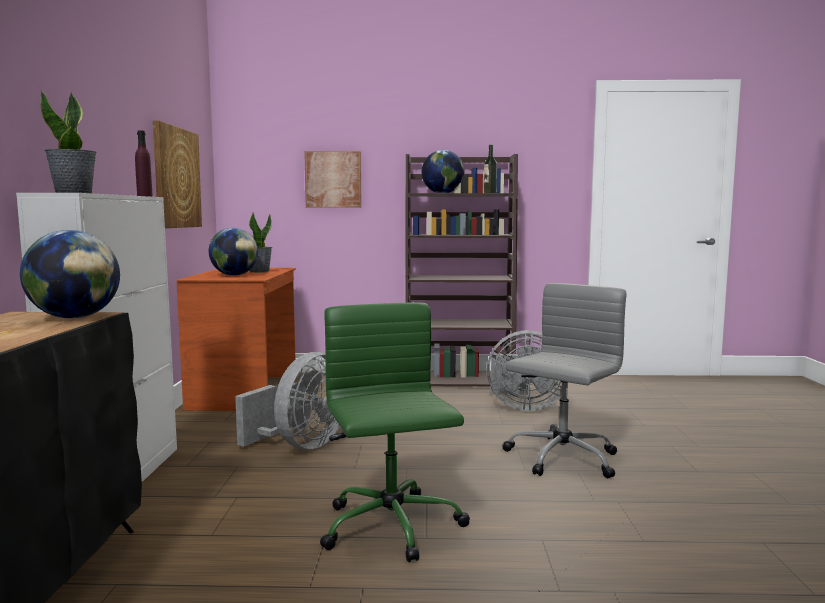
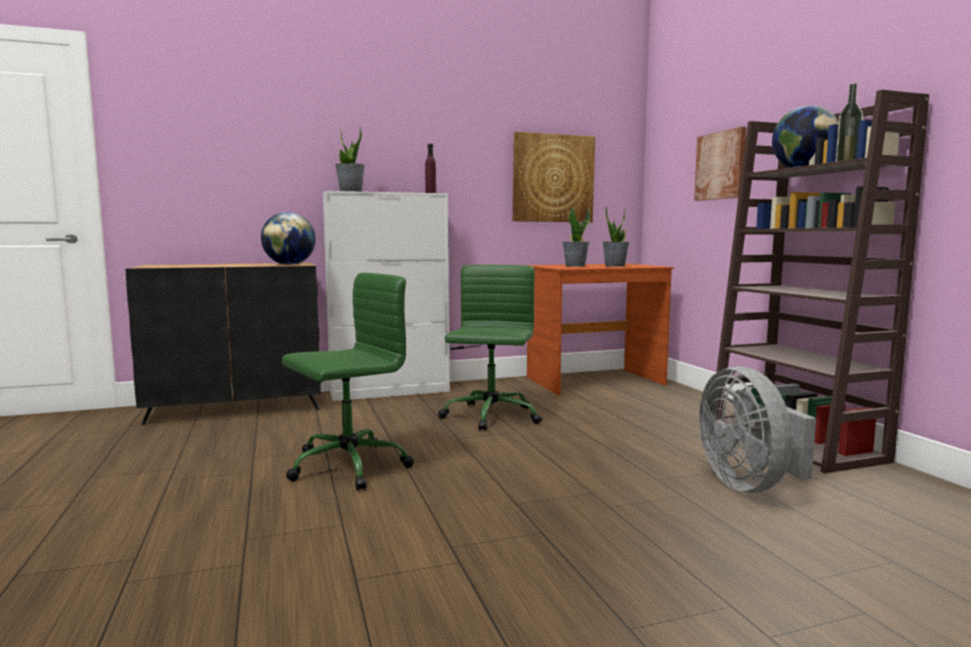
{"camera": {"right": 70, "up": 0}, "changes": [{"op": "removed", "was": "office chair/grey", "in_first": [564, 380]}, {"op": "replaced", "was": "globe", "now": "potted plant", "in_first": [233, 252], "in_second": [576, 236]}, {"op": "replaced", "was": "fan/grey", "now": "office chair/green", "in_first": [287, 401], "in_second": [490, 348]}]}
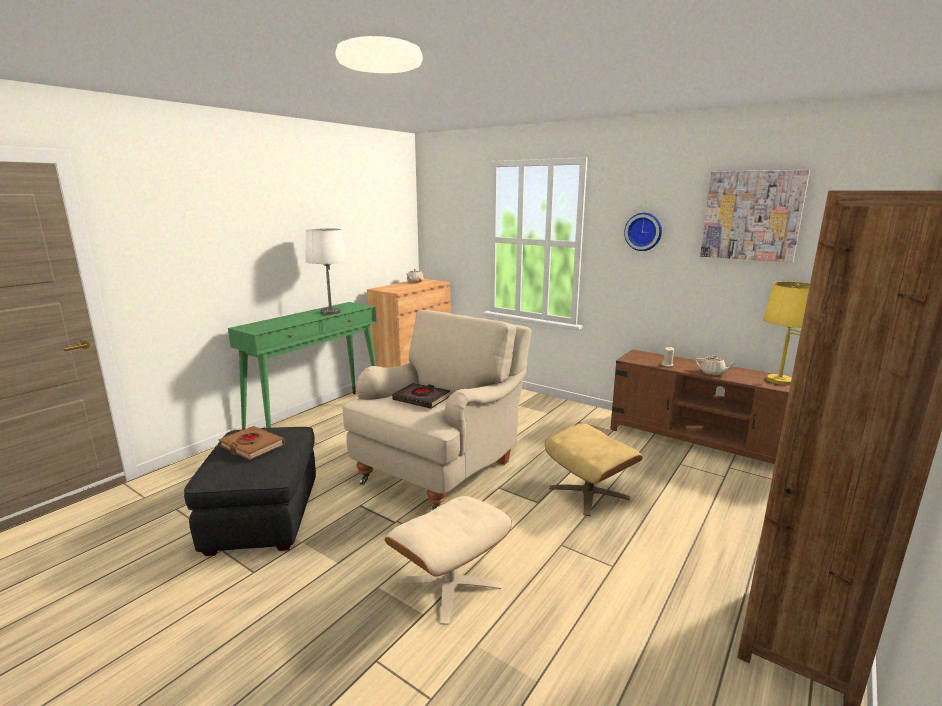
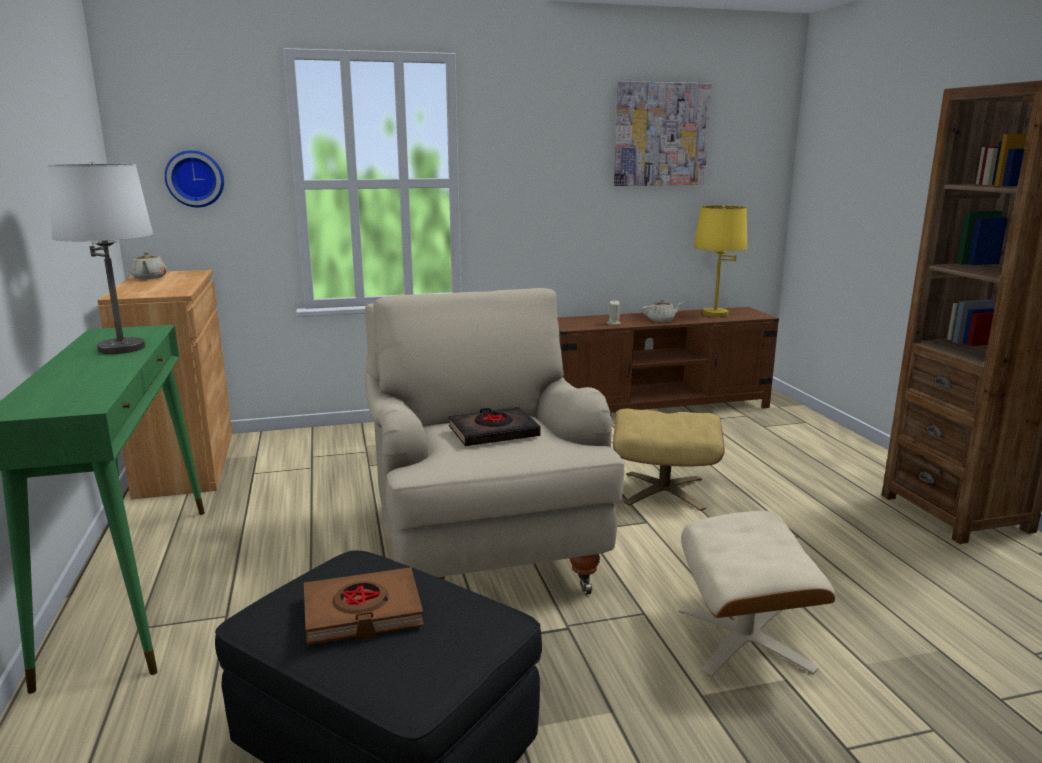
{"camera": {"right": -50, "up": 0}, "changes": [{"op": "moved", "was": "wall clock", "in_first": [643, 232], "in_second": [194, 178]}]}
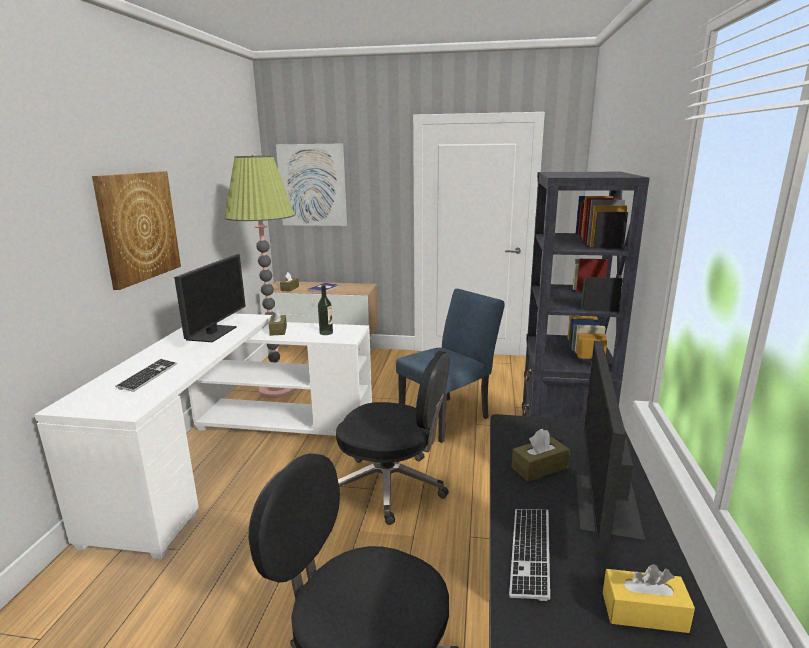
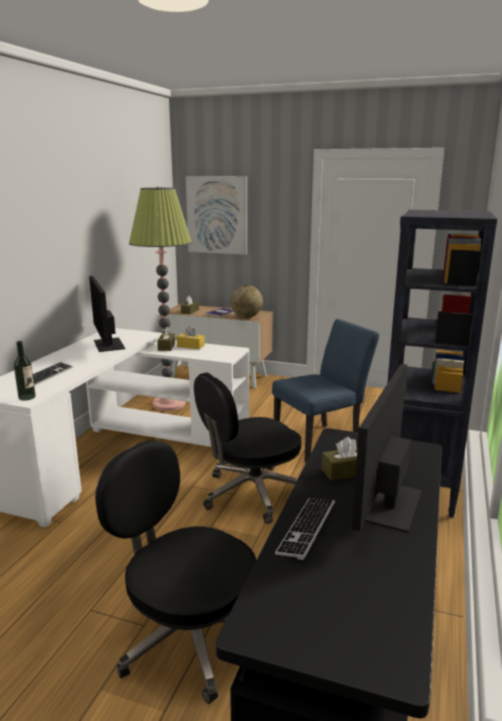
{"camera": {"right": 10, "up": 0}, "changes": [{"op": "removed", "was": "picture", "in_first": [136, 230]}, {"op": "added", "now": "globe", "in_second": [246, 301]}, {"op": "moved", "was": "bottle", "in_first": [325, 310], "in_second": [25, 371]}, {"op": "moved", "was": "tissue box/yellow", "in_first": [649, 598], "in_second": [191, 337]}, {"op": "turned", "was": "monitor", "in_first": [210, 298], "in_second": [107, 314], "clockwise": 135}, {"op": "turned", "was": "office chair/black", "in_first": [392, 438], "in_second": [247, 448], "clockwise": 120}]}
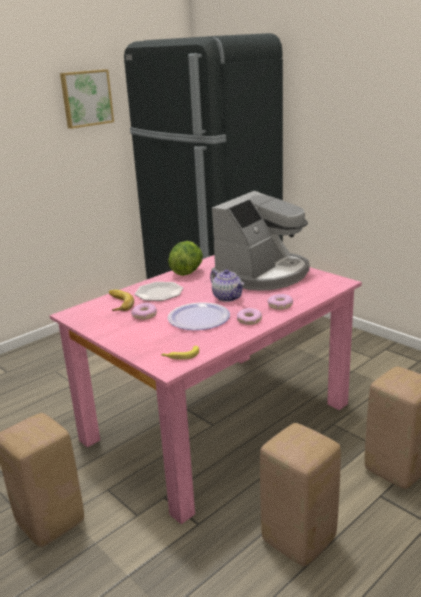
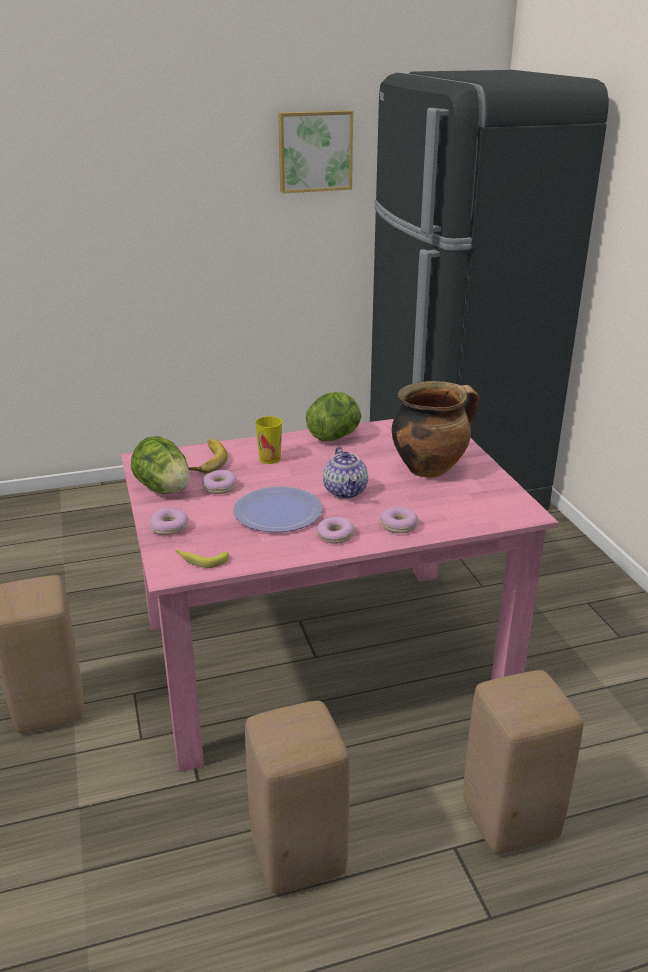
{"camera": {"right": 25, "up": 5}, "changes": [{"op": "added", "now": "lettuce", "in_second": [160, 465]}, {"op": "added", "now": "donut", "in_second": [169, 521]}, {"op": "replaced", "was": "plate", "now": "cup", "in_first": [159, 291], "in_second": [268, 440]}, {"op": "replaced", "was": "coffee machine", "now": "cooking pot", "in_first": [260, 241], "in_second": [435, 429]}]}
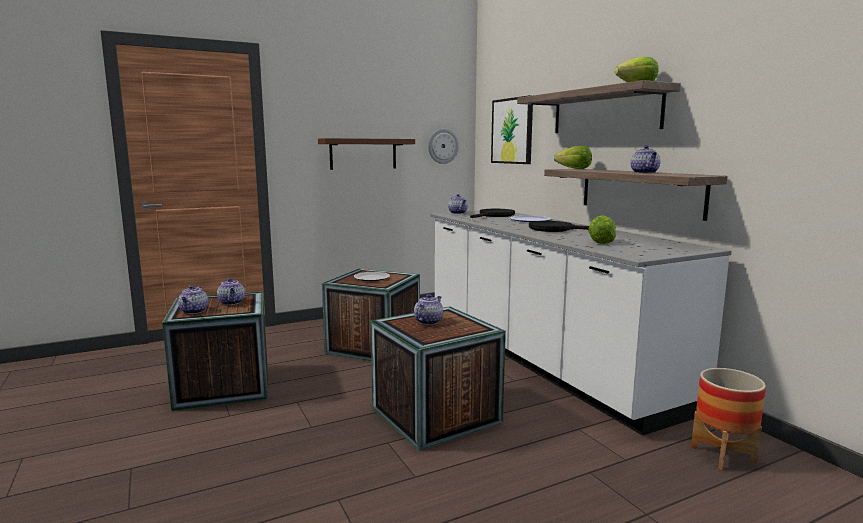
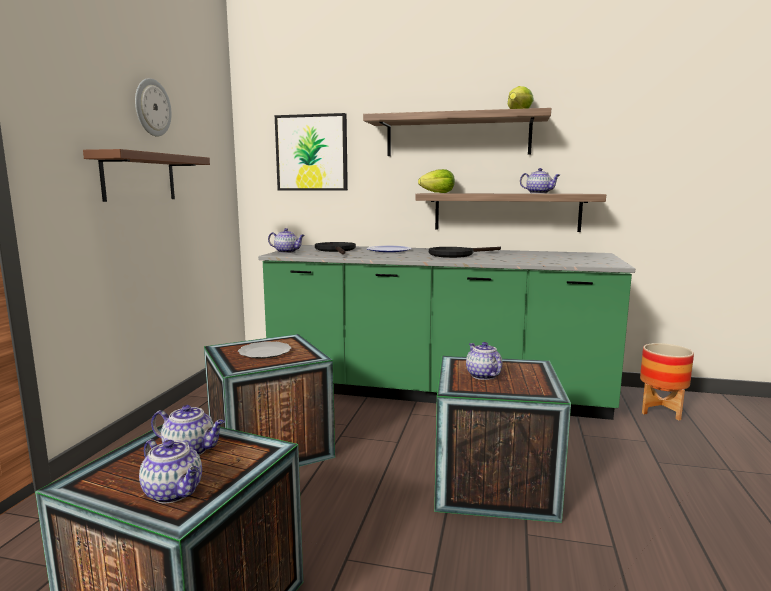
{"camera": {"right": -50, "up": 0}, "changes": [{"op": "removed", "was": "lettuce", "in_first": [602, 229]}, {"op": "moved", "was": "wall clock", "in_first": [443, 146], "in_second": [153, 107]}, {"op": "recoloured", "was": "counter/white", "now": "counter/green", "in_first": [581, 323], "in_second": [446, 332]}]}
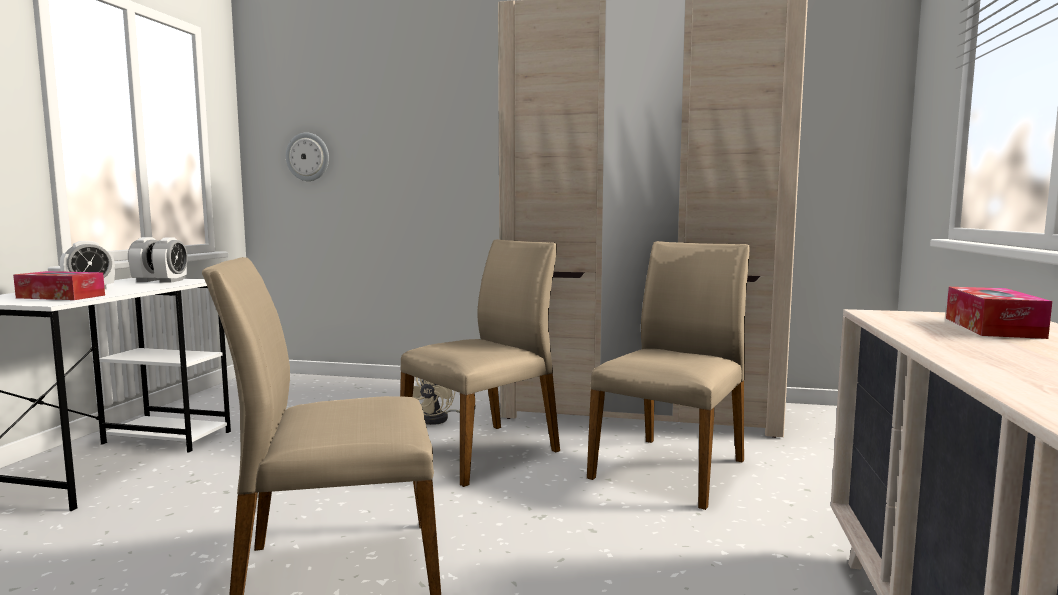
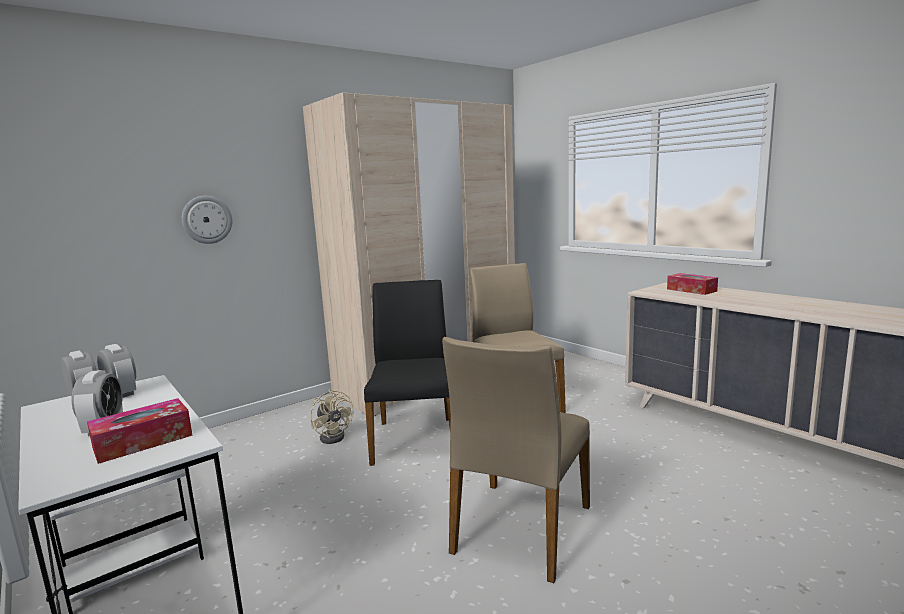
{"camera": {"right": -50, "up": 5}, "changes": [{"op": "moved", "was": "wall clock", "in_first": [307, 156], "in_second": [207, 220]}, {"op": "recoloured", "was": "chair/beige", "now": "chair/black", "in_first": [480, 363], "in_second": [407, 373]}]}
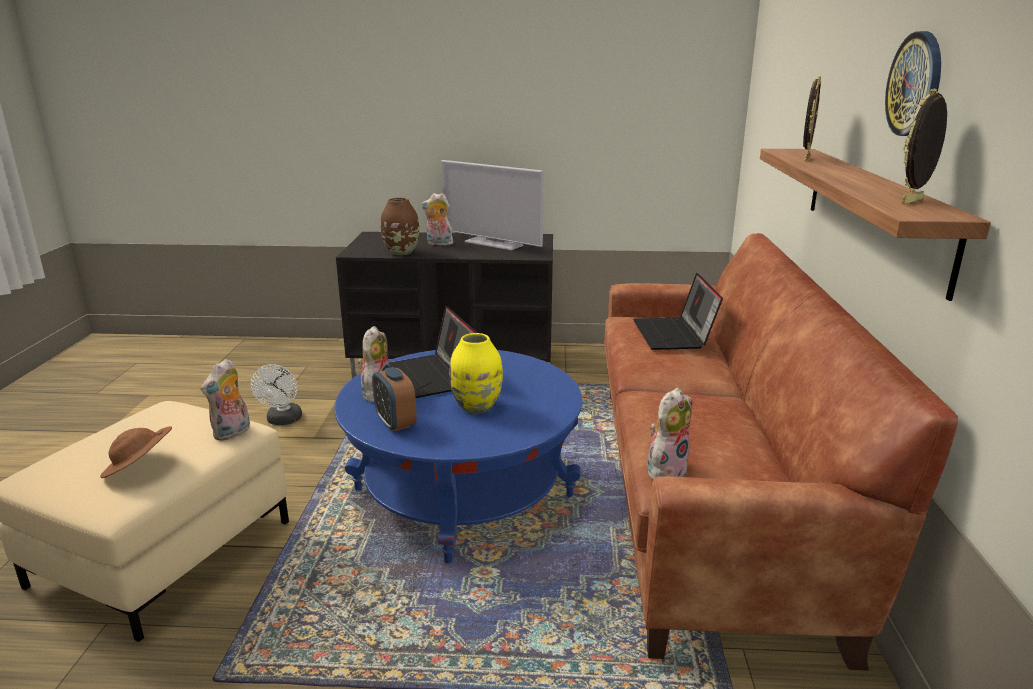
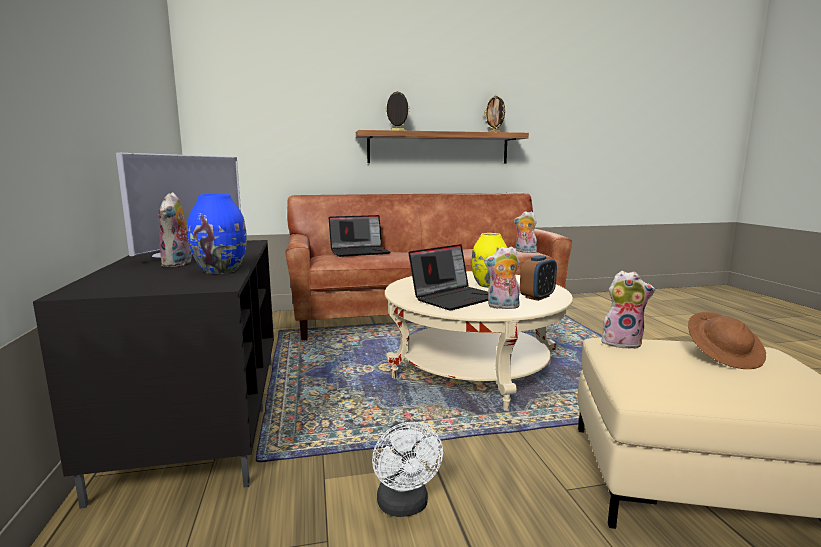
{"camera": {"right": -105, "up": -10}, "changes": [{"op": "removed", "was": "wall clock", "in_first": [913, 83]}, {"op": "recoloured", "was": "coffee table/blue", "now": "coffee table/beige", "in_first": [458, 456], "in_second": [479, 341]}, {"op": "recoloured", "was": "vase/brown", "now": "vase/blue", "in_first": [400, 226], "in_second": [217, 234]}, {"op": "turned", "was": "fan/white", "in_first": [276, 394], "in_second": [407, 469], "clockwise": 90}]}
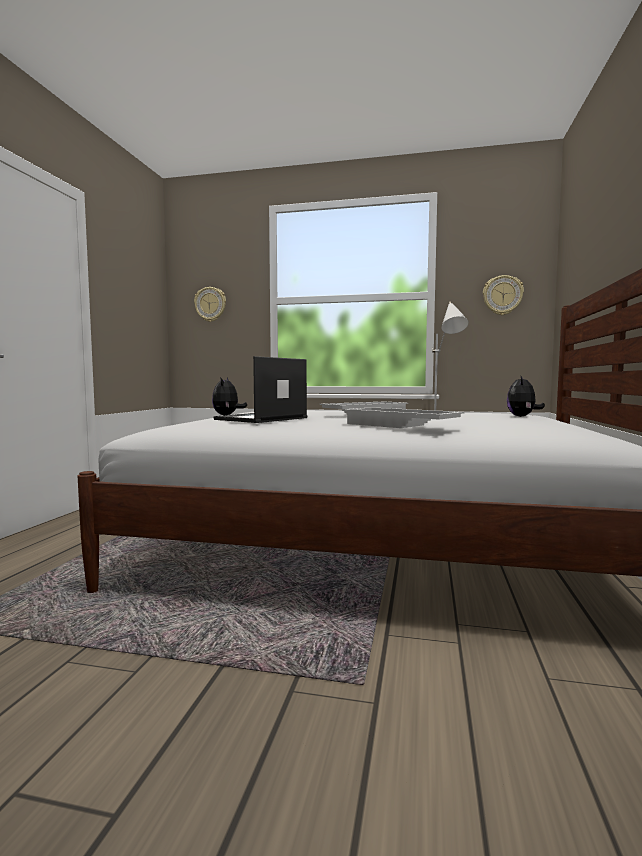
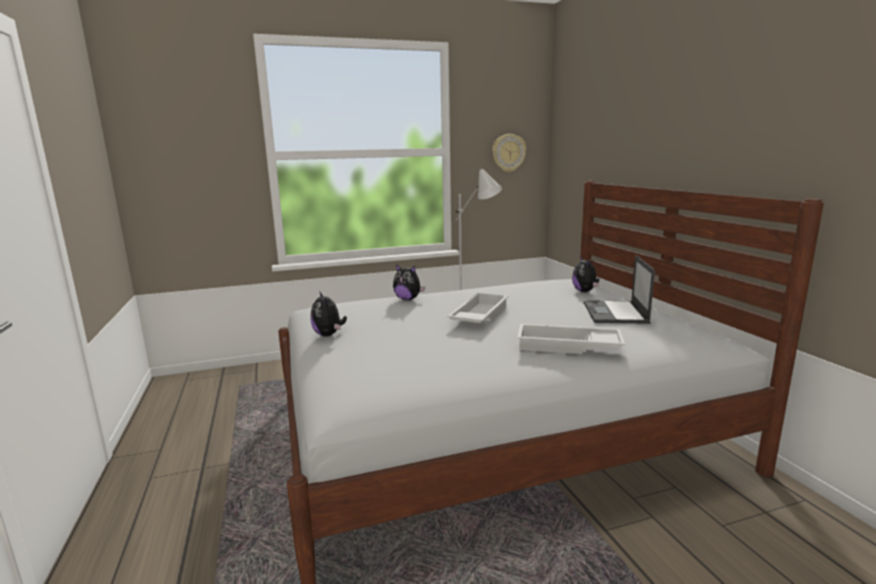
{"camera": {"right": -30, "up": 10}, "changes": [{"op": "removed", "was": "wall clock", "in_first": [210, 304]}, {"op": "added", "now": "plush toy", "in_second": [409, 282]}, {"op": "moved", "was": "laptop", "in_first": [260, 389], "in_second": [619, 289]}]}
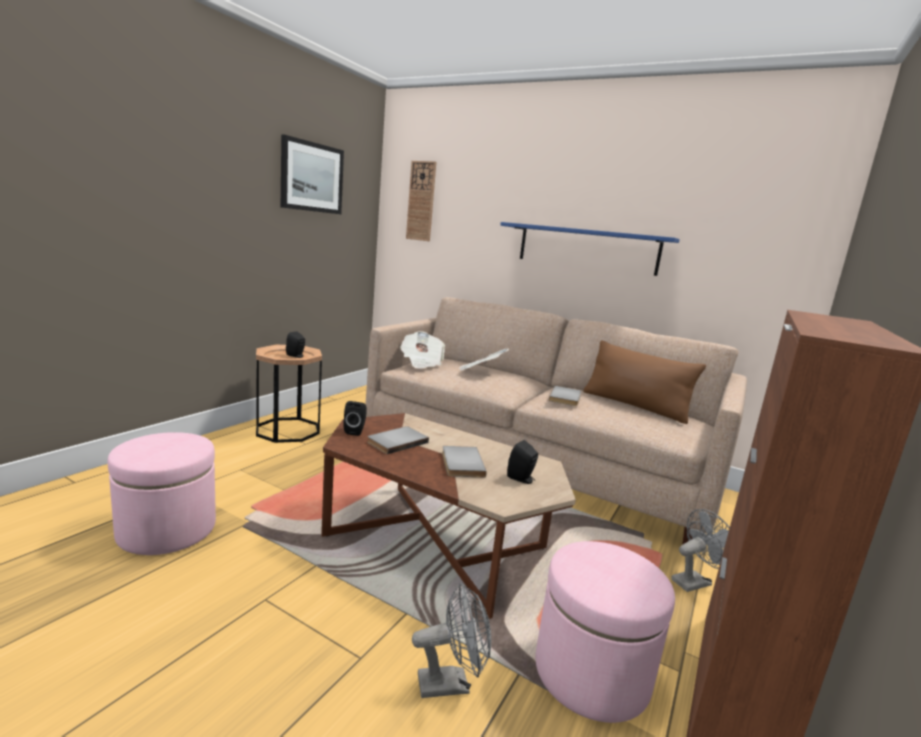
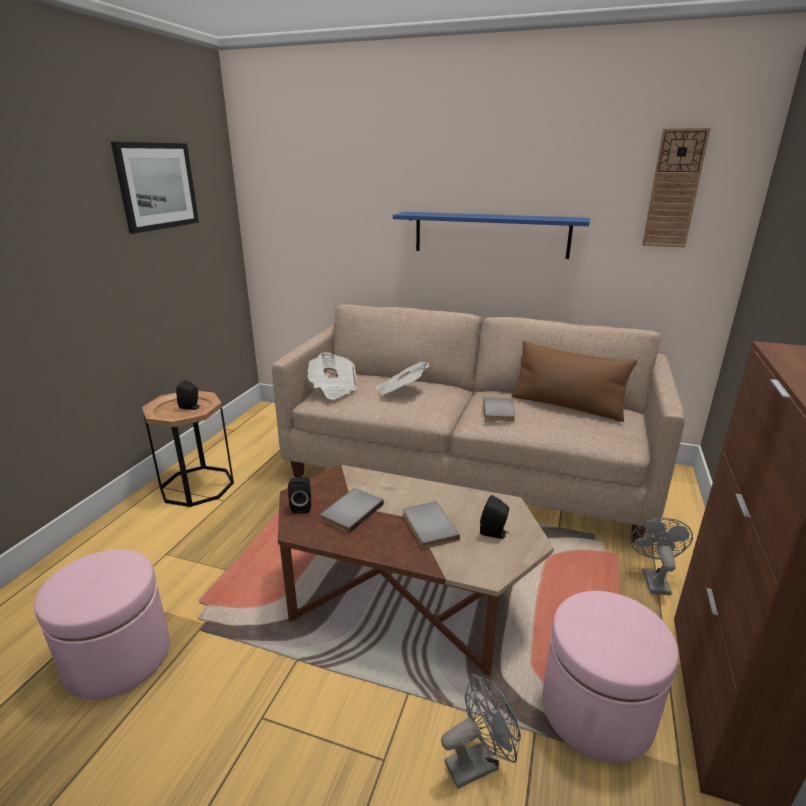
{"camera": {"right": -10, "up": 10}, "changes": [{"op": "moved", "was": "wall clock", "in_first": [421, 201], "in_second": [676, 188]}, {"op": "turned", "was": "fan/grey", "in_first": [700, 550], "in_second": [661, 556], "clockwise": -45}]}
